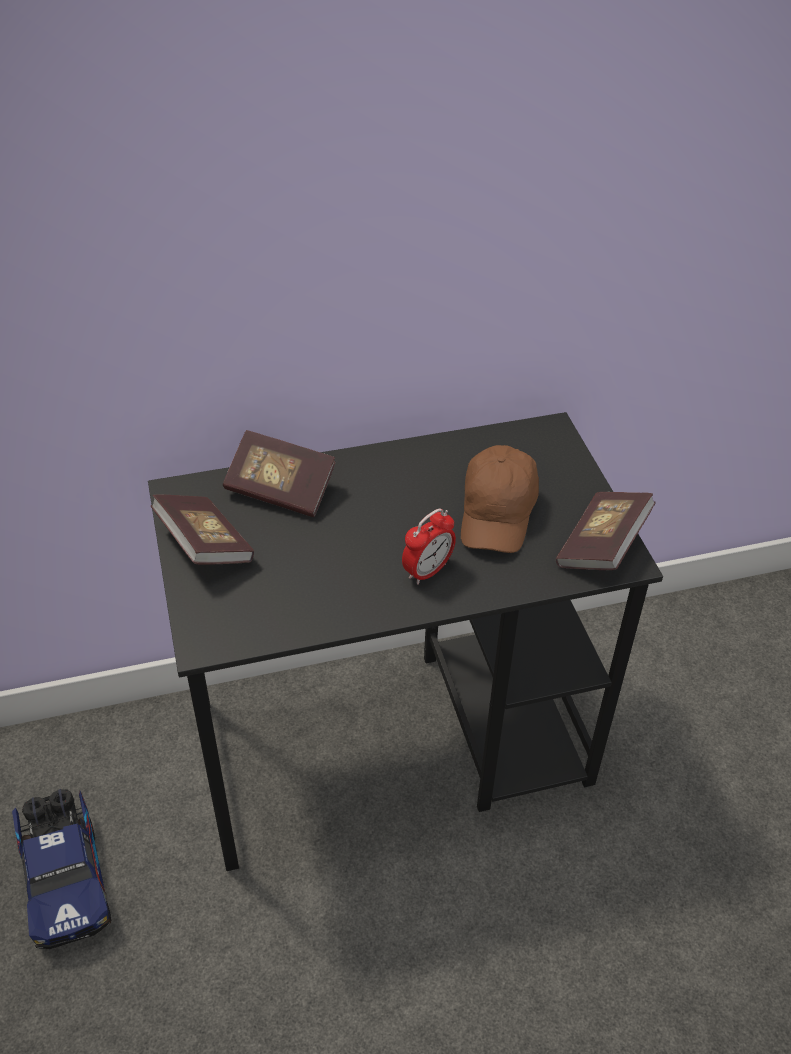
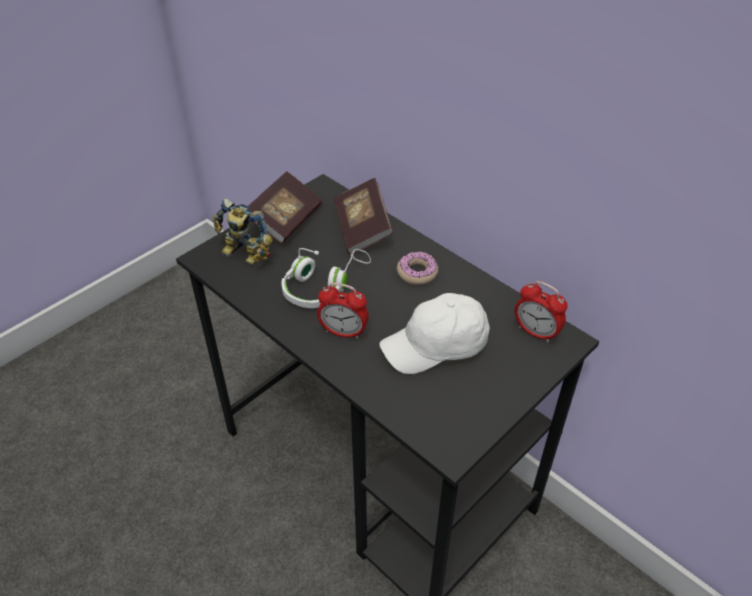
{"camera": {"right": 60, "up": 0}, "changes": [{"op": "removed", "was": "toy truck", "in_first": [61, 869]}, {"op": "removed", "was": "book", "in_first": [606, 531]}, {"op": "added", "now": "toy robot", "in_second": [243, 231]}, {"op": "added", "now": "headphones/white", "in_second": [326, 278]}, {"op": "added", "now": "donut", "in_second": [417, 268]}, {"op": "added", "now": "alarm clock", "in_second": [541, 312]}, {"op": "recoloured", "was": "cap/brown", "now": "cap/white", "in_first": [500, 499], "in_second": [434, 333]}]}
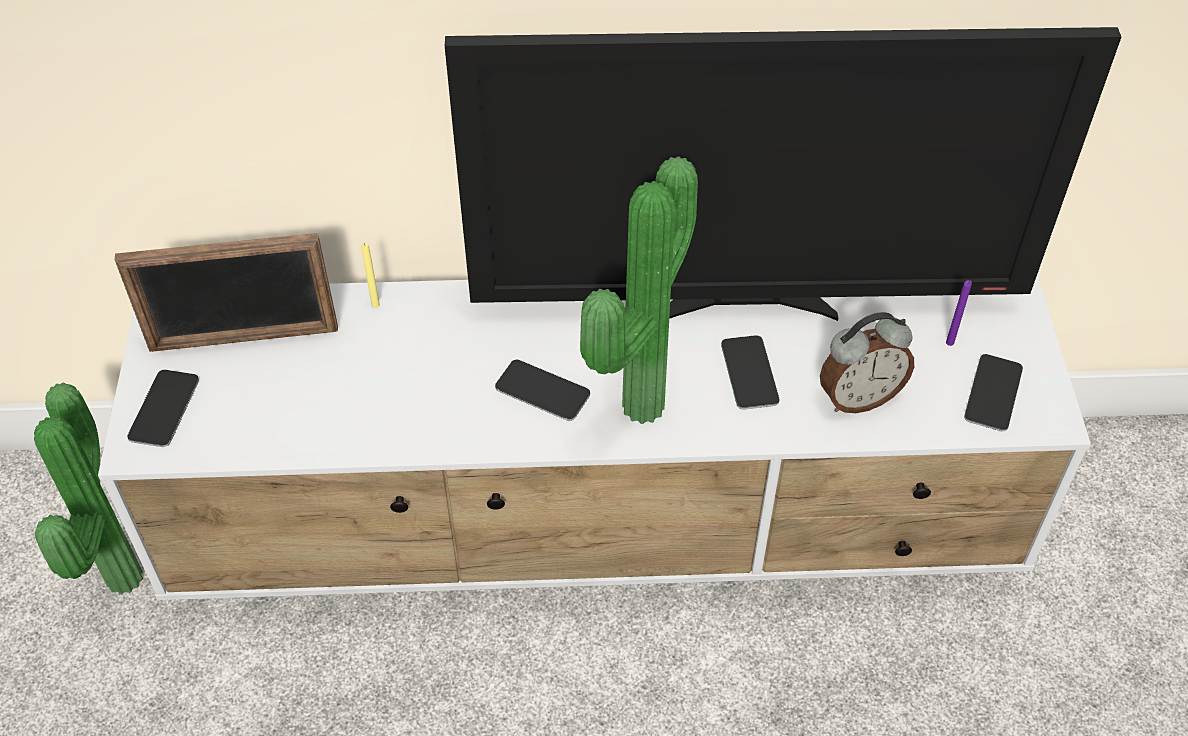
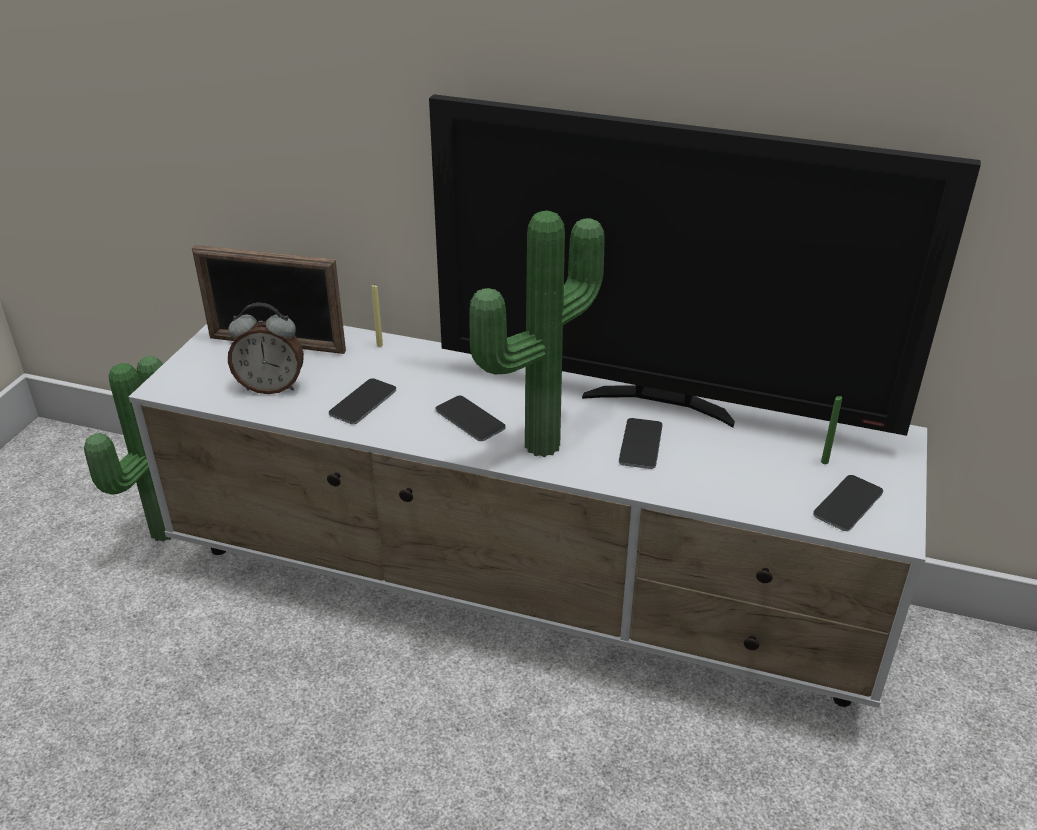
{"camera": {"right": 20, "up": -15}, "changes": [{"op": "moved", "was": "phone", "in_first": [163, 408], "in_second": [362, 401]}, {"op": "moved", "was": "alarm clock", "in_first": [867, 362], "in_second": [266, 348]}, {"op": "recoloured", "was": "candle/purple", "now": "candle/green", "in_first": [959, 313], "in_second": [831, 430]}]}
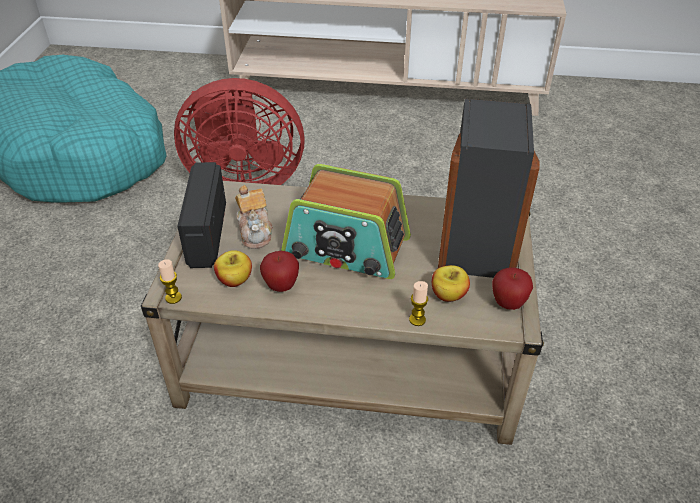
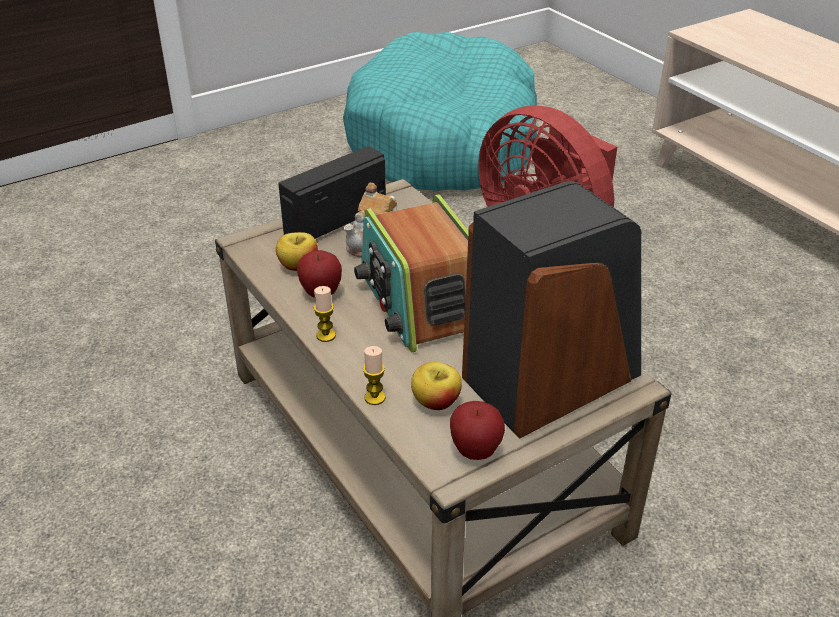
{"camera": {"right": 50, "up": -5}, "changes": [{"op": "moved", "was": "candle", "in_first": [170, 281], "in_second": [325, 314]}]}
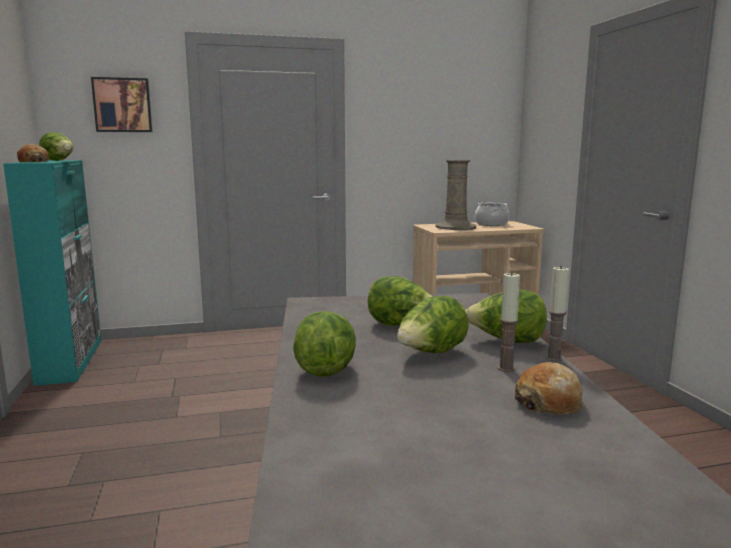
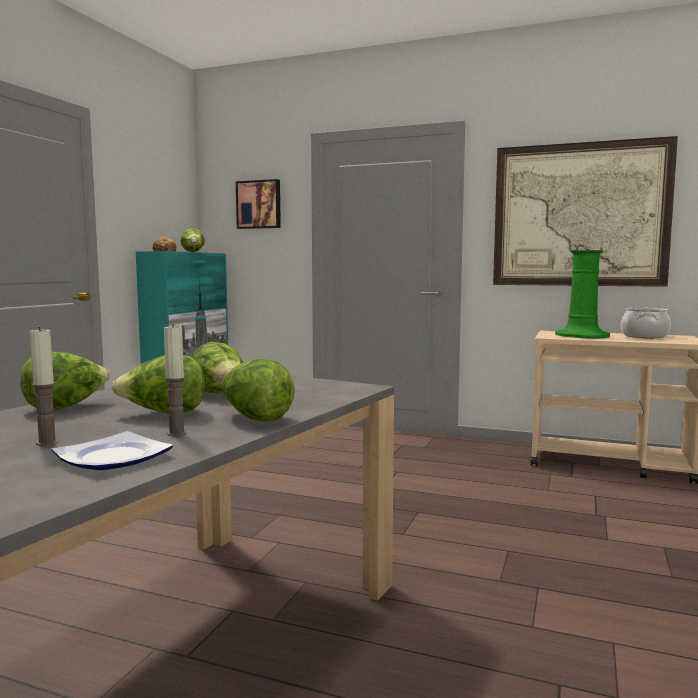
{"camera": {"right": 35, "up": -5}, "changes": [{"op": "added", "now": "picture", "in_second": [585, 211]}, {"op": "moved", "was": "candle", "in_first": [557, 314], "in_second": [44, 386]}, {"op": "replaced", "was": "bread", "now": "plate", "in_first": [549, 388], "in_second": [112, 450]}, {"op": "recoloured", "was": "vase/beige", "now": "vase/green", "in_first": [456, 195], "in_second": [582, 294]}]}
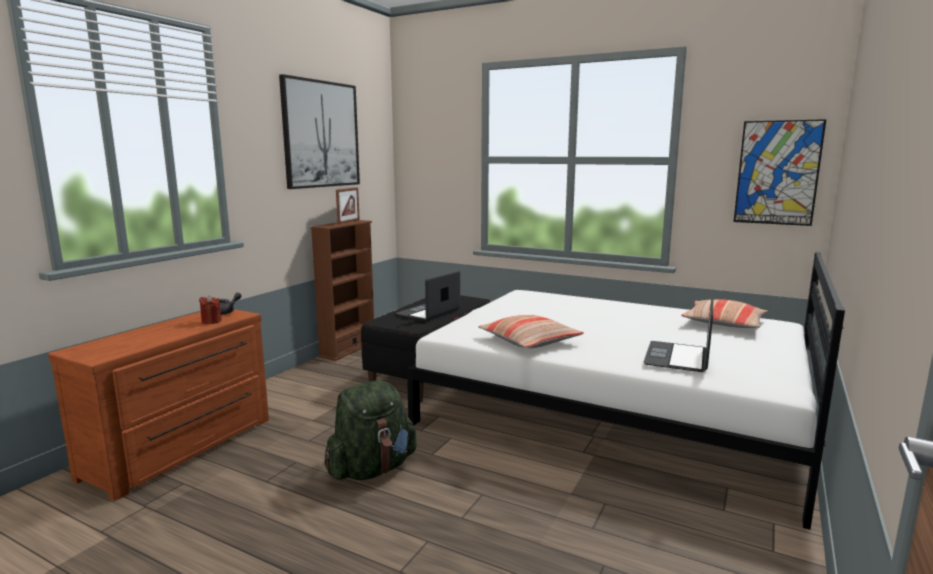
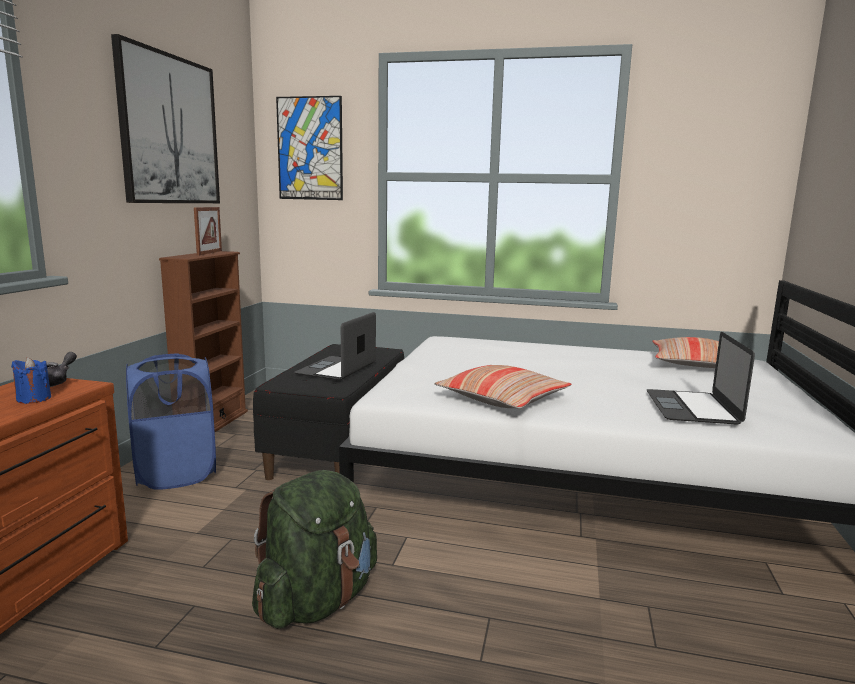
{"camera": {"right": -15, "up": 0}, "changes": [{"op": "added", "now": "laundry basket/blue", "in_second": [171, 421]}, {"op": "moved", "was": "picture", "in_first": [780, 172], "in_second": [309, 148]}, {"op": "recoloured", "was": "candle/red", "now": "candle/blue", "in_first": [210, 309], "in_second": [31, 380]}]}
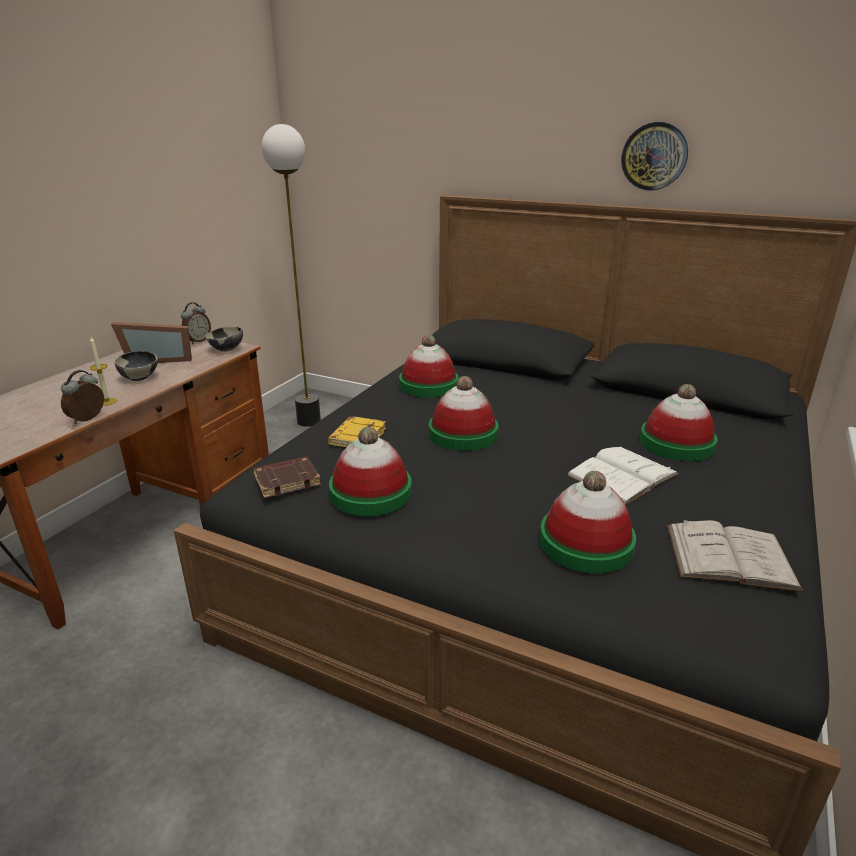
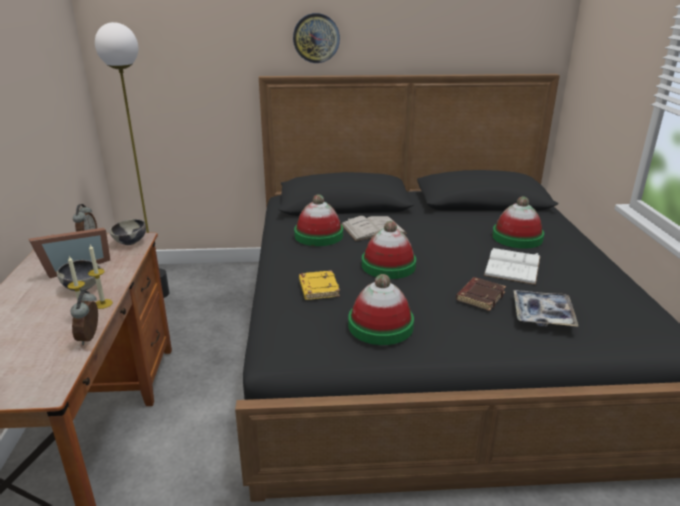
{"camera": {"right": -30, "up": 0}, "changes": [{"op": "added", "now": "candle", "in_second": [100, 277]}, {"op": "moved", "was": "book/brown", "in_first": [287, 477], "in_second": [481, 294]}, {"op": "moved", "was": "wall clock", "in_first": [654, 156], "in_second": [316, 38]}, {"op": "moved", "was": "book/white", "in_first": [735, 556], "in_second": [374, 228]}, {"op": "replaced", "was": "hat", "now": "tray", "in_first": [588, 522], "in_second": [546, 308]}]}
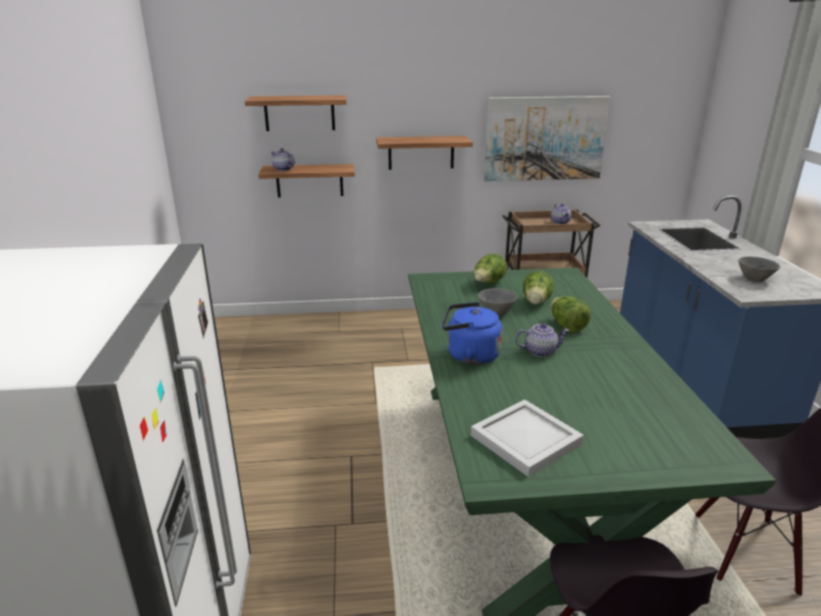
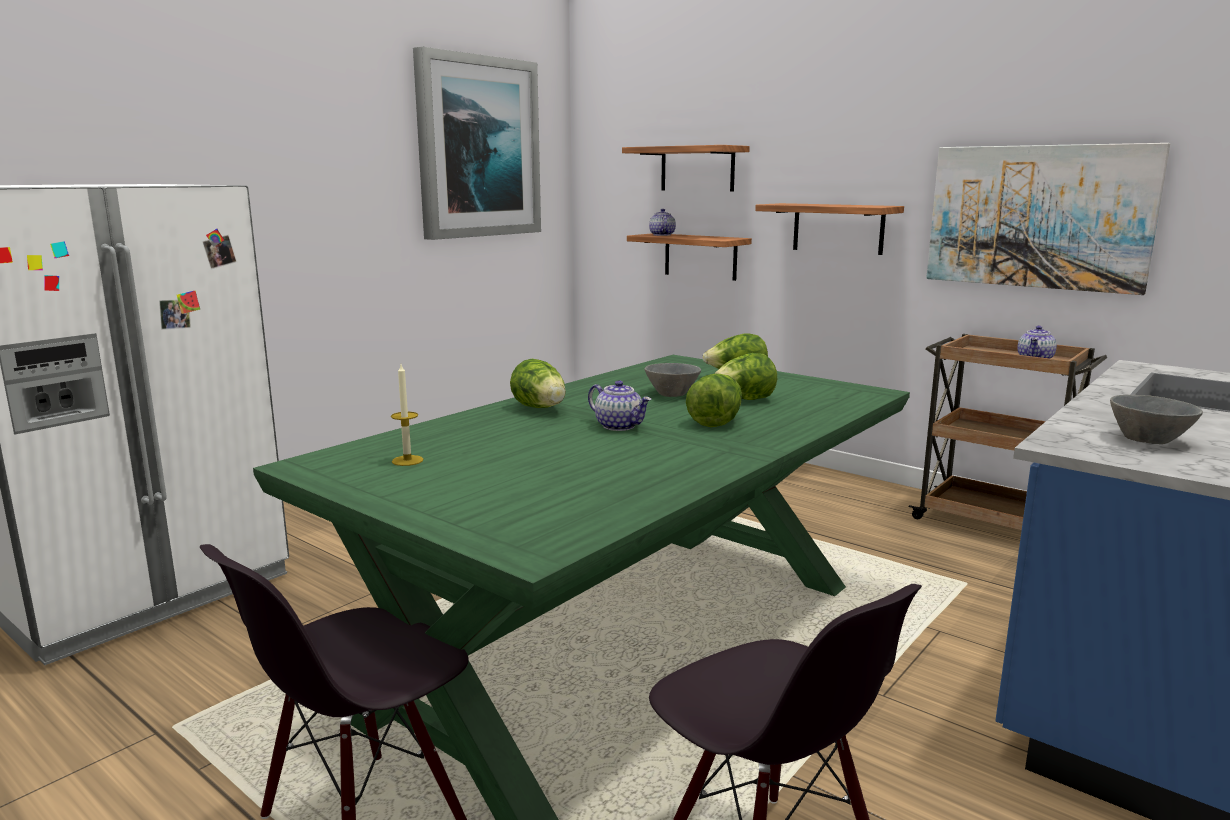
{"camera": {"right": 45, "up": -10}, "changes": [{"op": "added", "now": "picture", "in_second": [477, 143]}, {"op": "replaced", "was": "kettle/blue", "now": "lettuce", "in_first": [472, 333], "in_second": [538, 383]}, {"op": "replaced", "was": "tray/white", "now": "candle", "in_first": [527, 438], "in_second": [407, 415]}]}
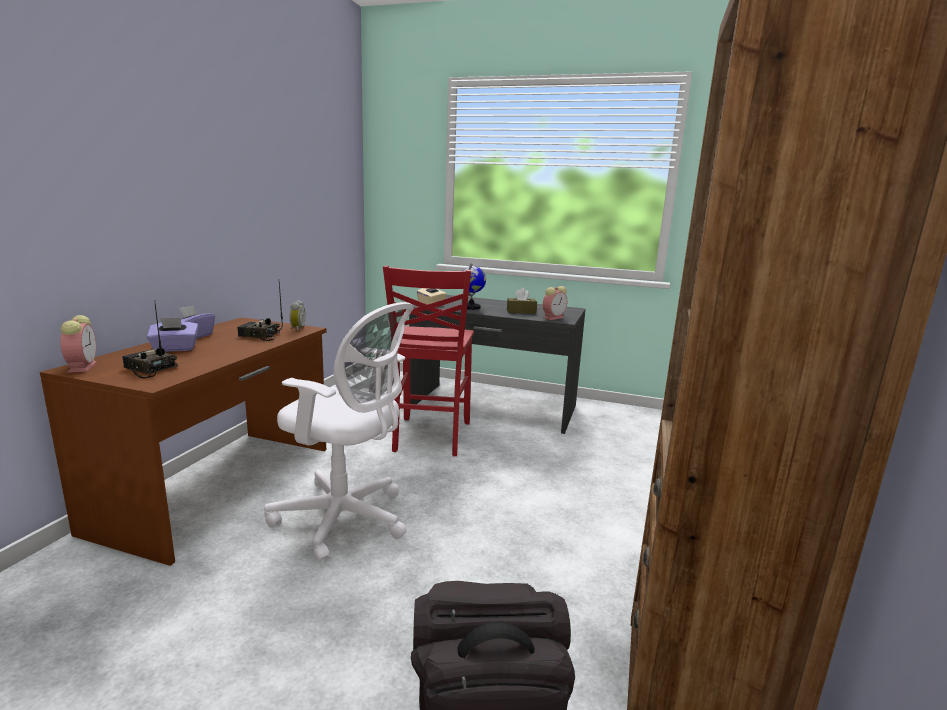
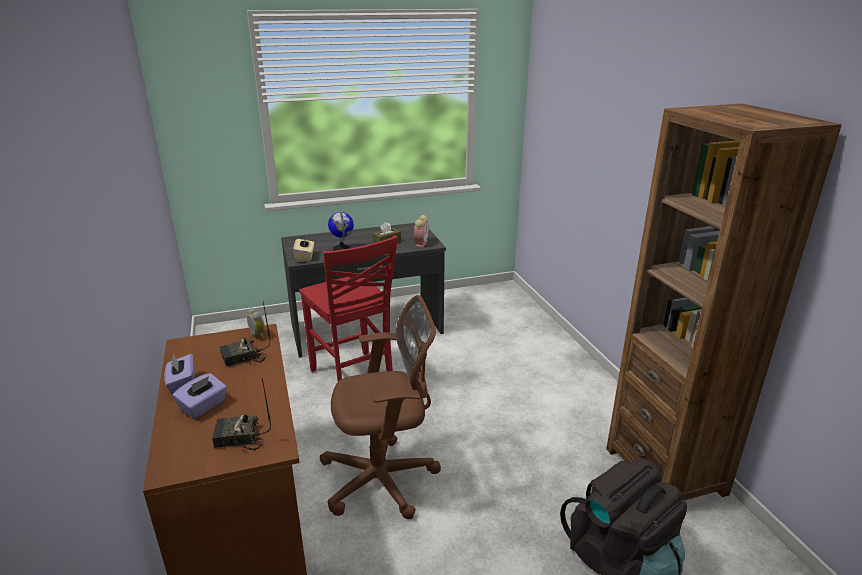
{"camera": {"right": -35, "up": 10}, "changes": [{"op": "removed", "was": "alarm clock", "in_first": [78, 344]}, {"op": "recoloured", "was": "office chair/white", "now": "office chair/brown", "in_first": [339, 432], "in_second": [380, 407]}]}
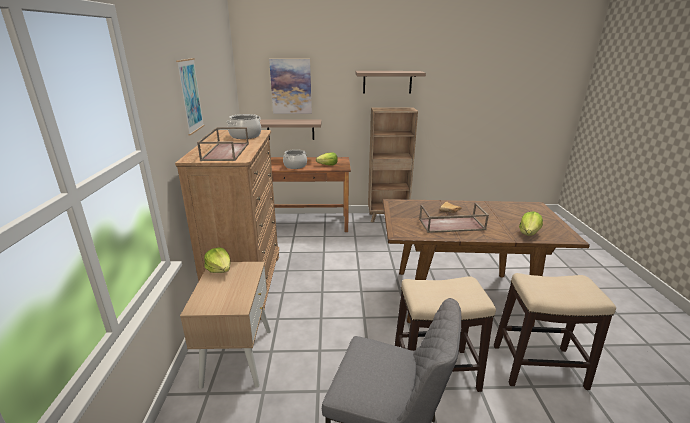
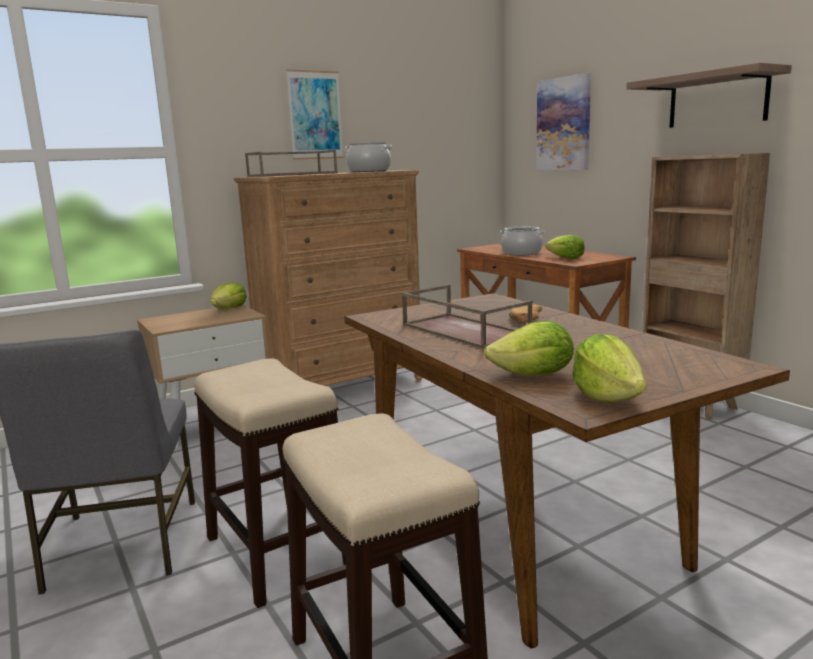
{"camera": {"right": 60, "up": -10}, "changes": [{"op": "removed", "was": "shelf", "in_first": [291, 129]}, {"op": "added", "now": "lettuce", "in_second": [609, 368]}]}
